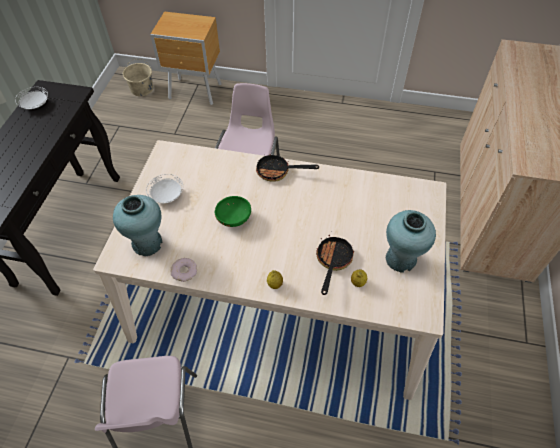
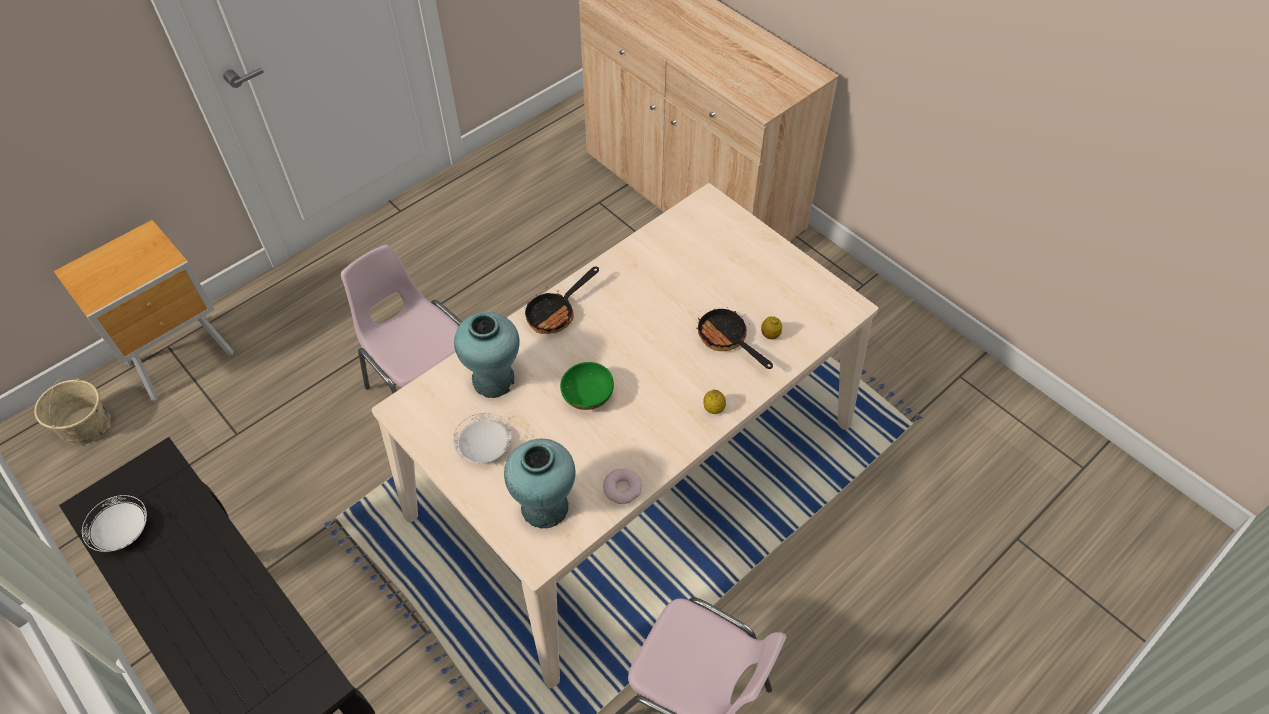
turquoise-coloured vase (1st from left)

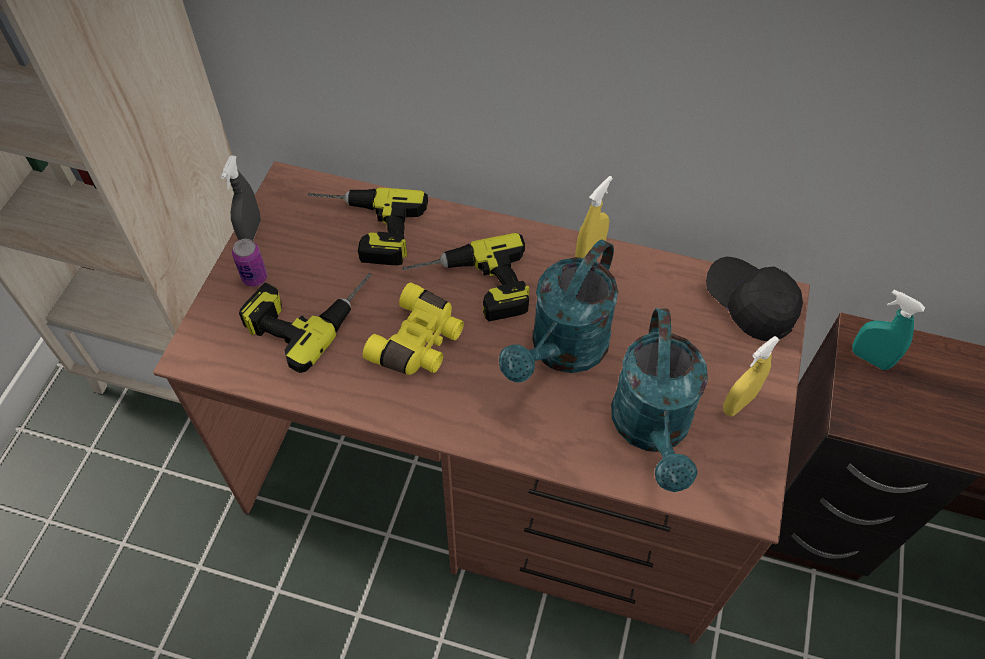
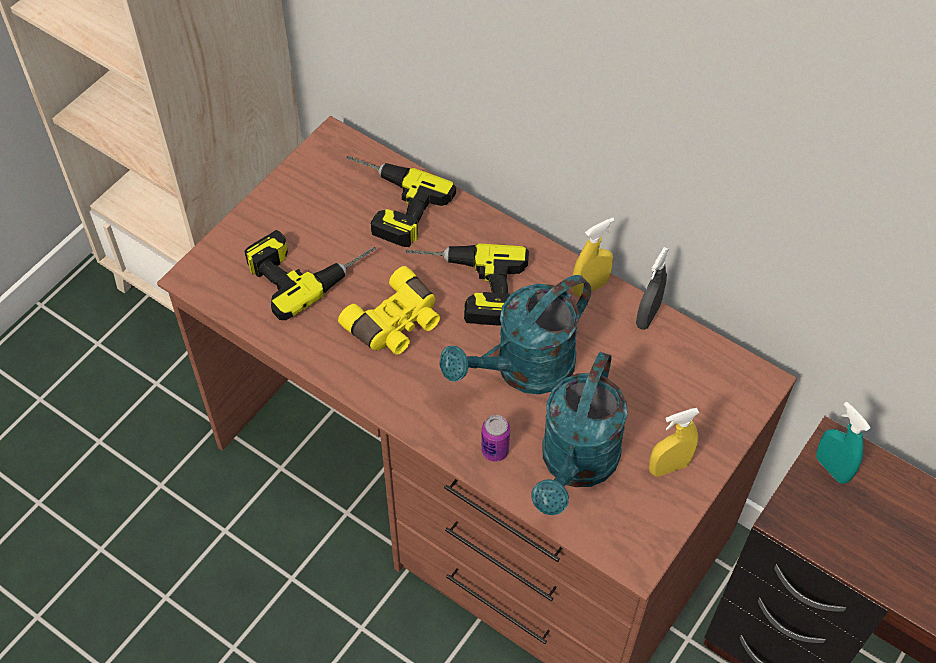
gray sprayer
metal can
blackish peaked cap

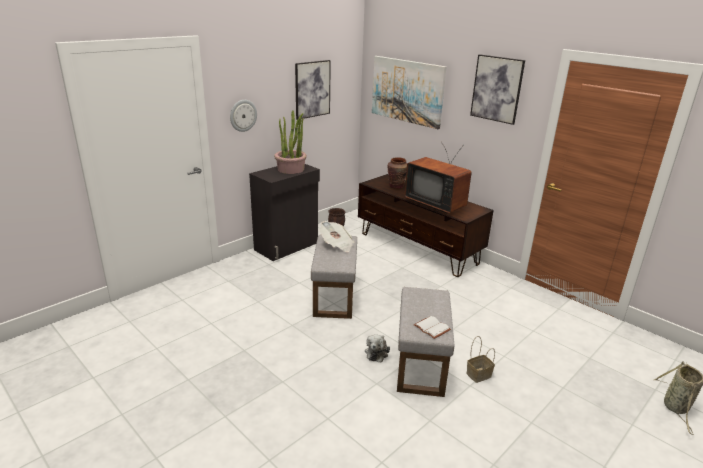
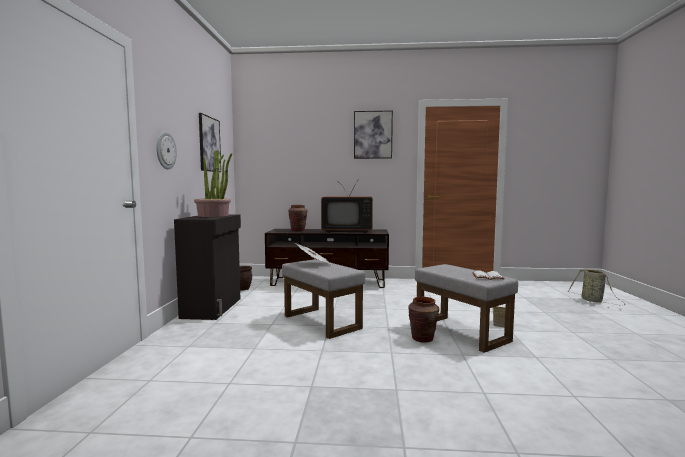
picture (2nd from left in the first image)
brown-coloured vase (2nd from left)

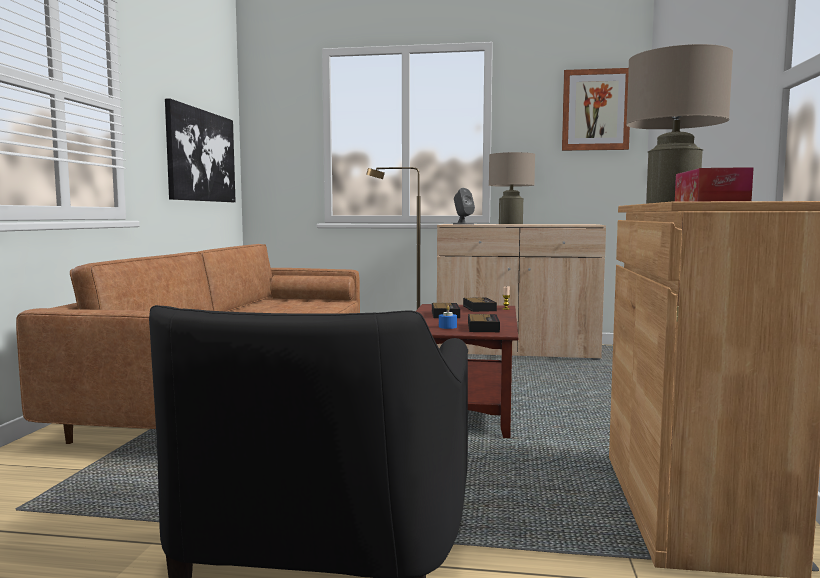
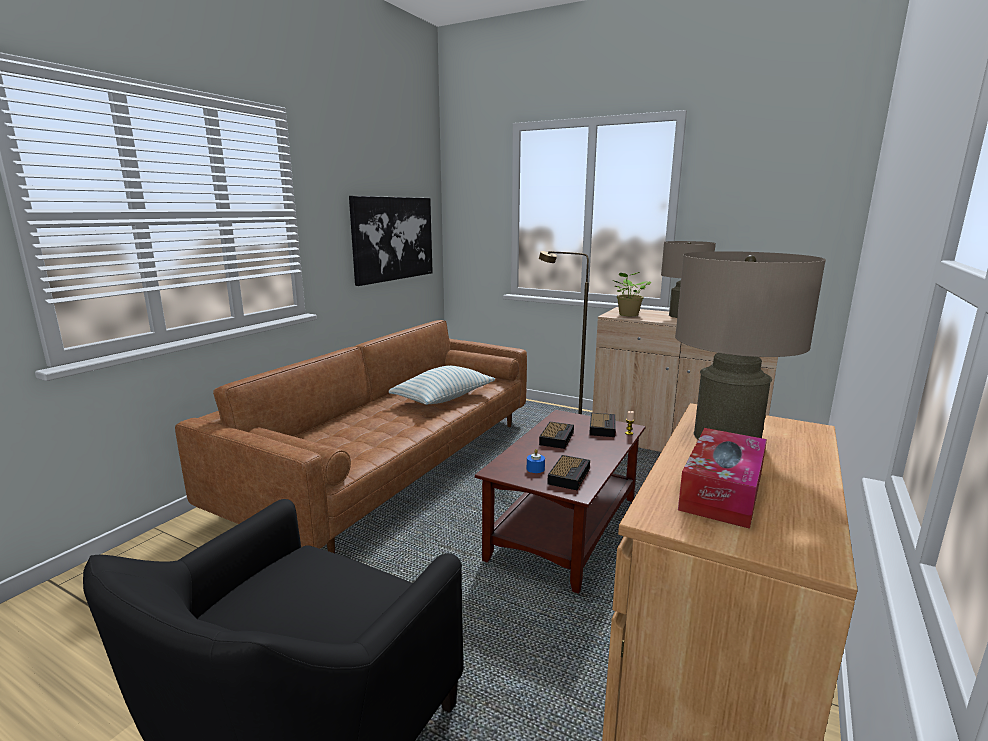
picture (2nd from left in the first image)
houseplant
pillow

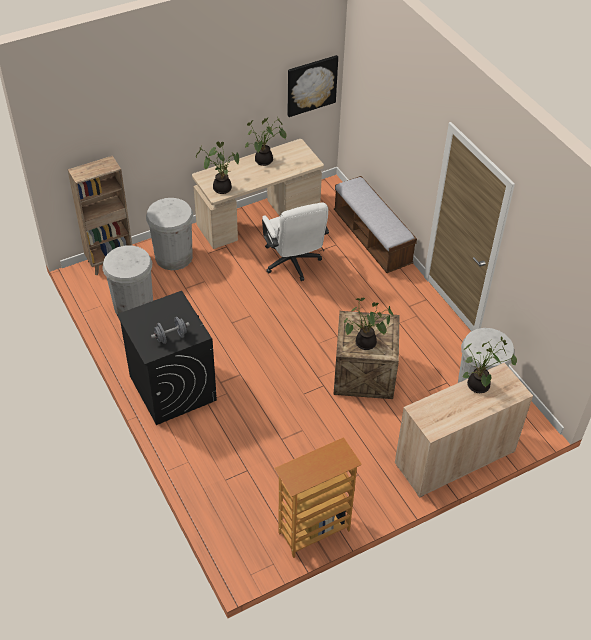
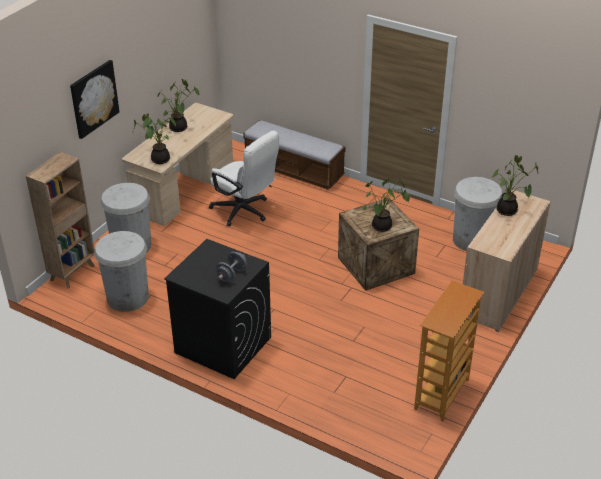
picture

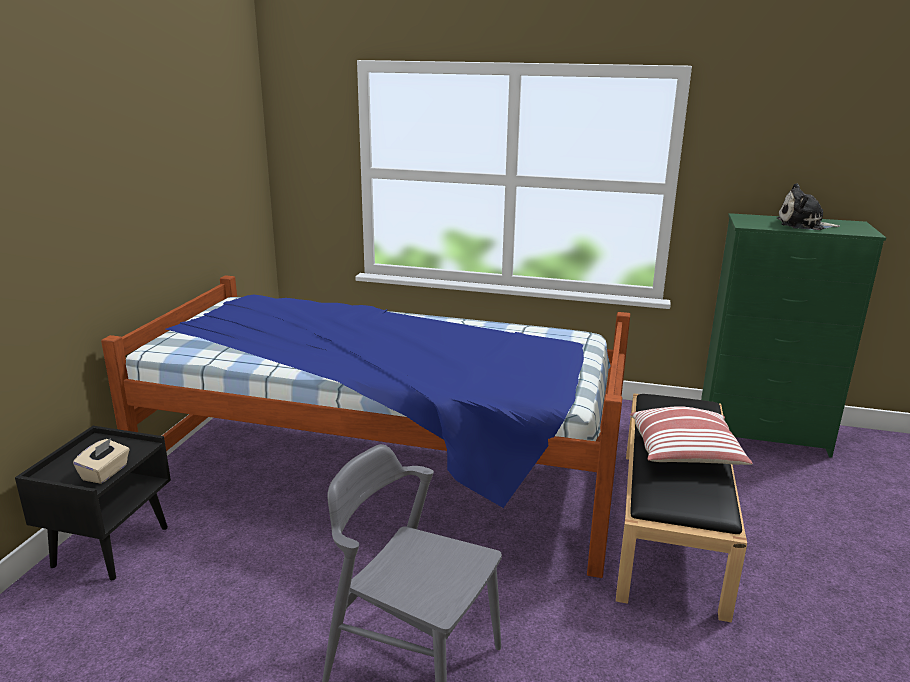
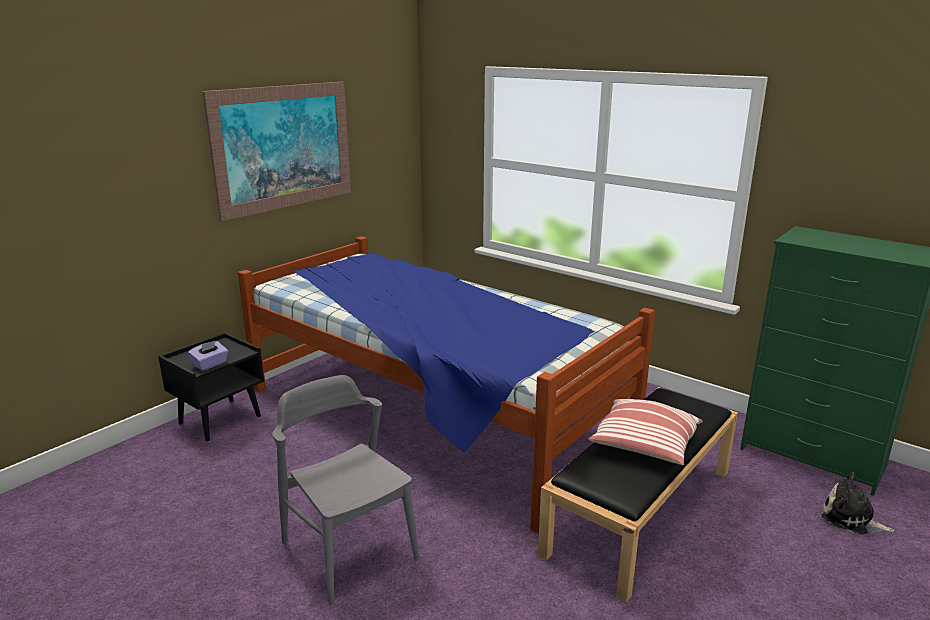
plush toy
purplish tissue holder
picture

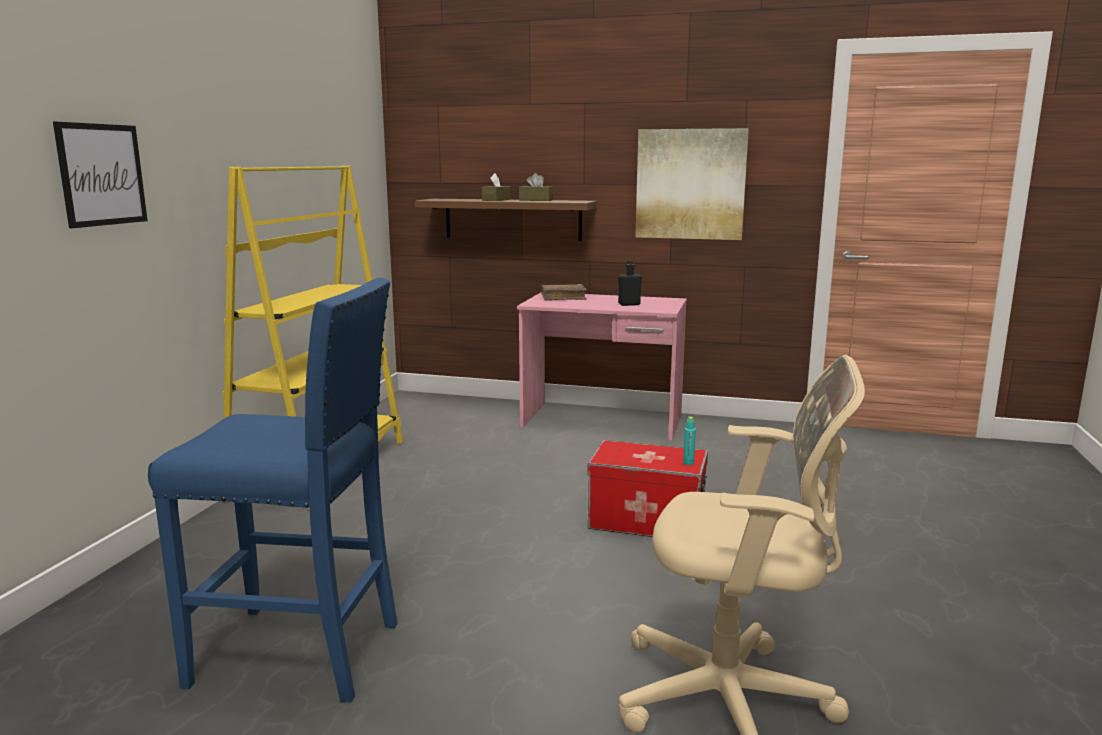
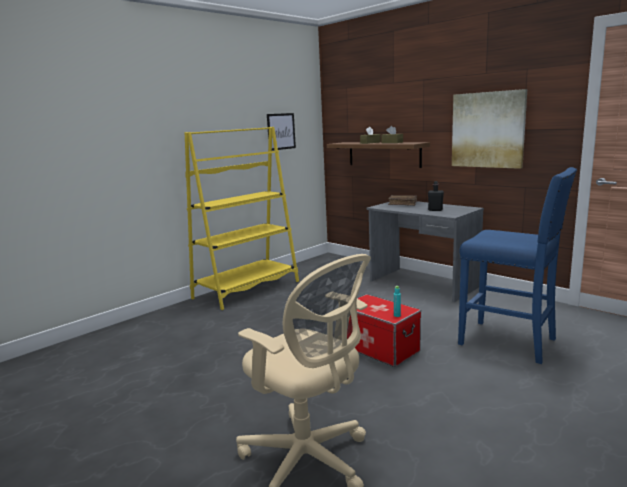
picture (1st from left)
blue-coloured sitting stool
gray desk unit

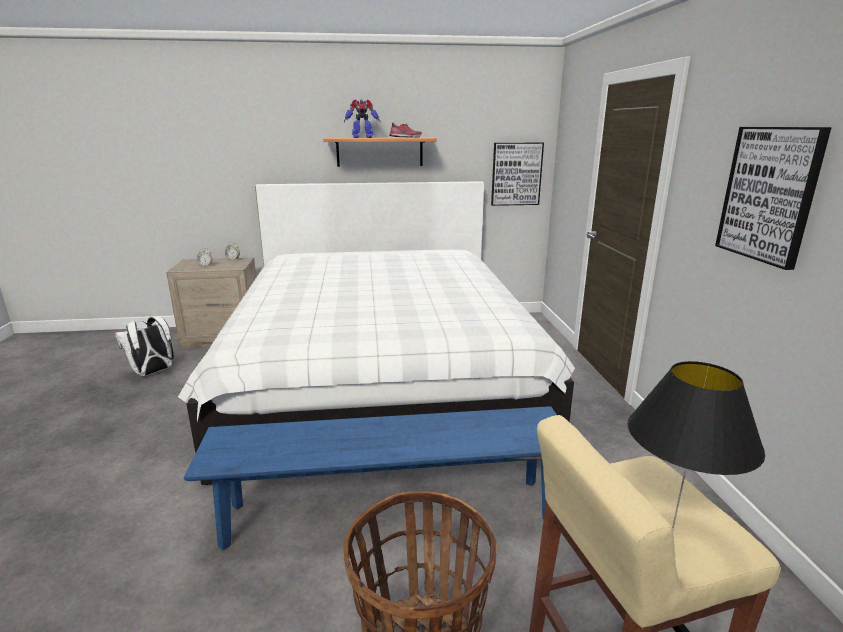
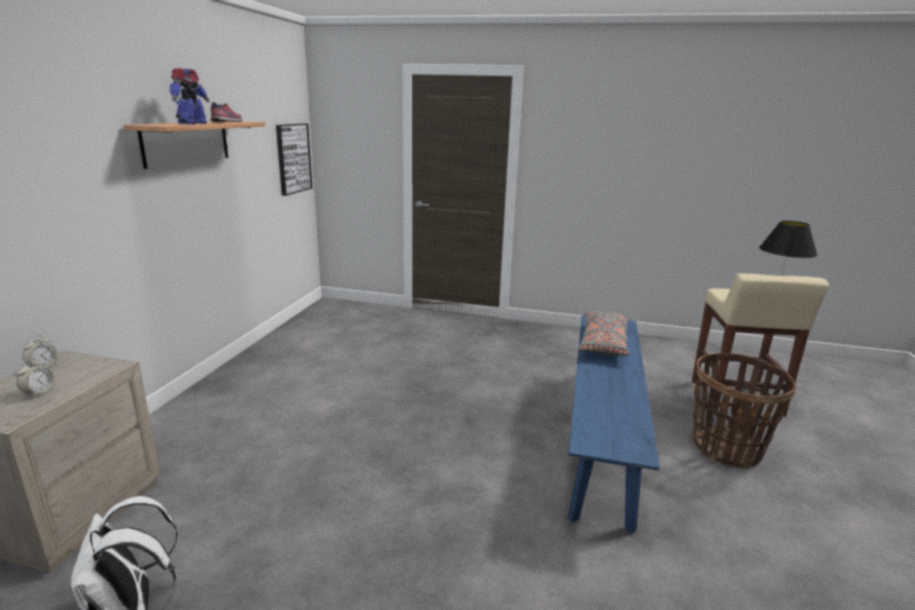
picture (2nd from left in the first image)
whitish bedroom bed
gray pillow

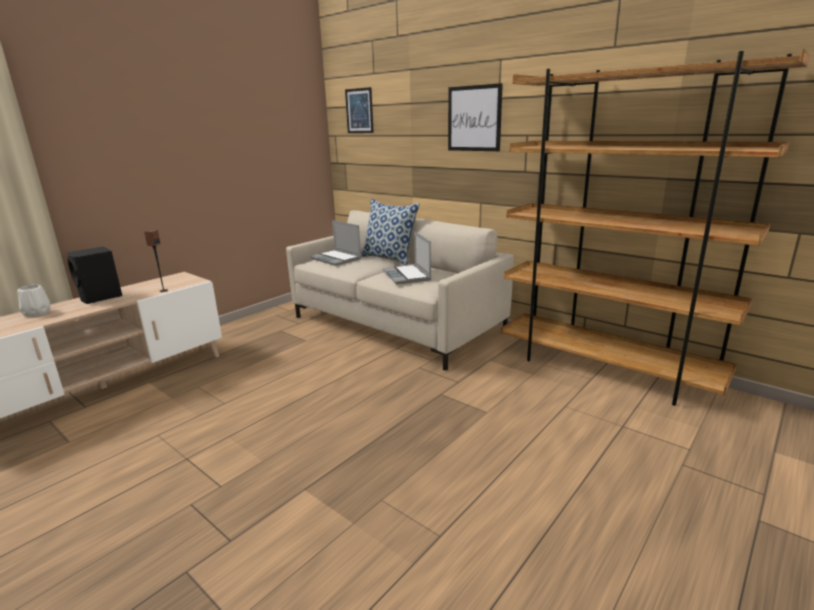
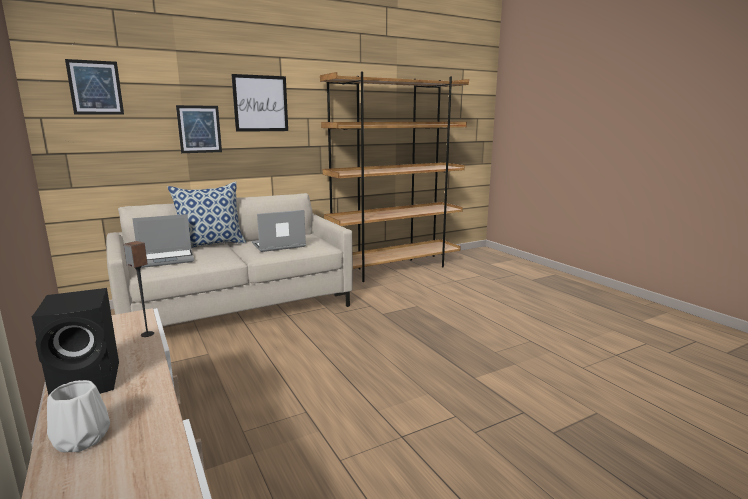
notebook computer (2nd from left)
picture (2nd from left)

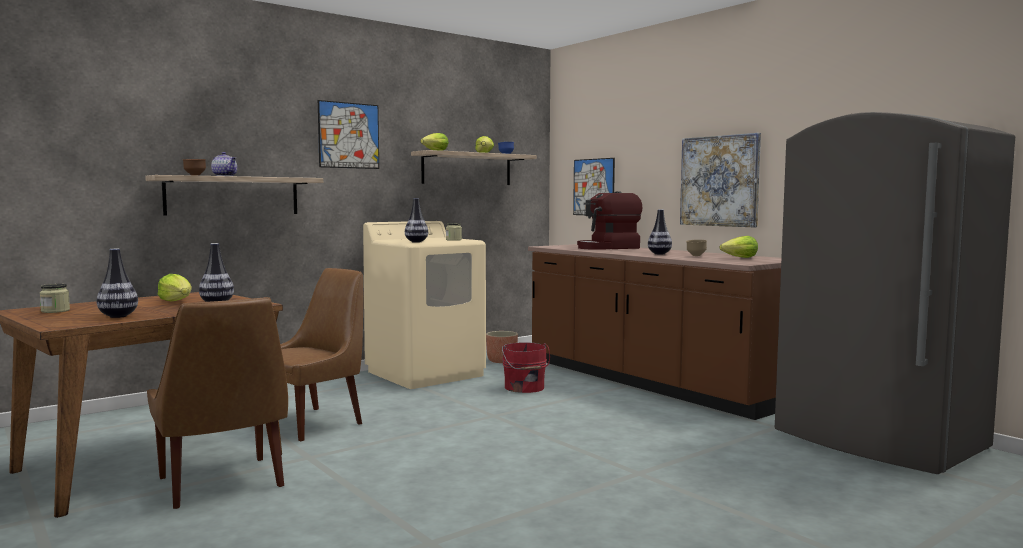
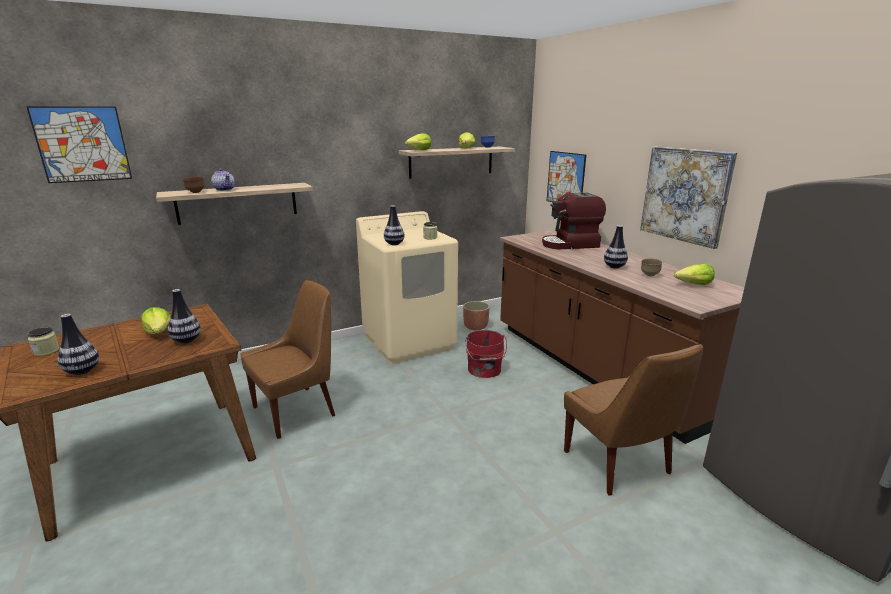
picture (1st from left)
brown-coloured upright chair (2nd from left)

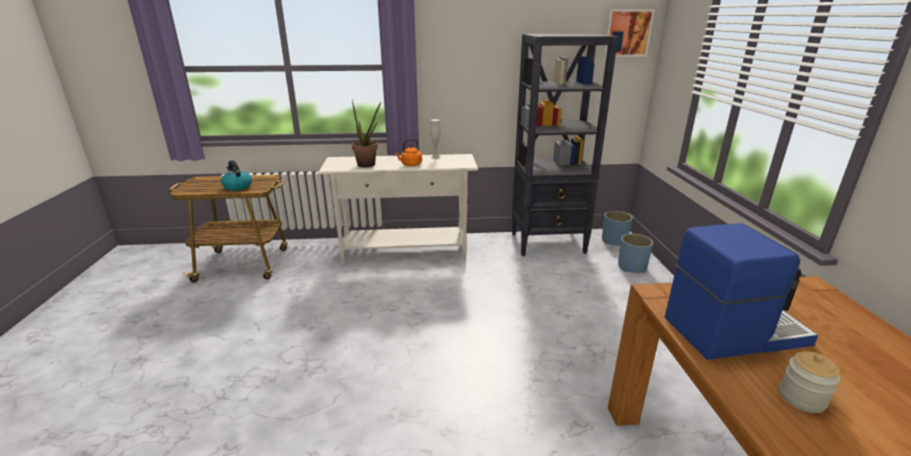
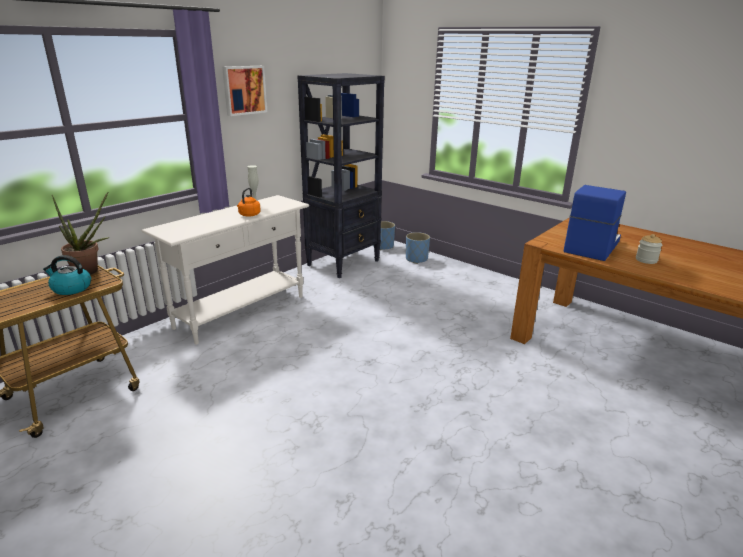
picture
houseplant

